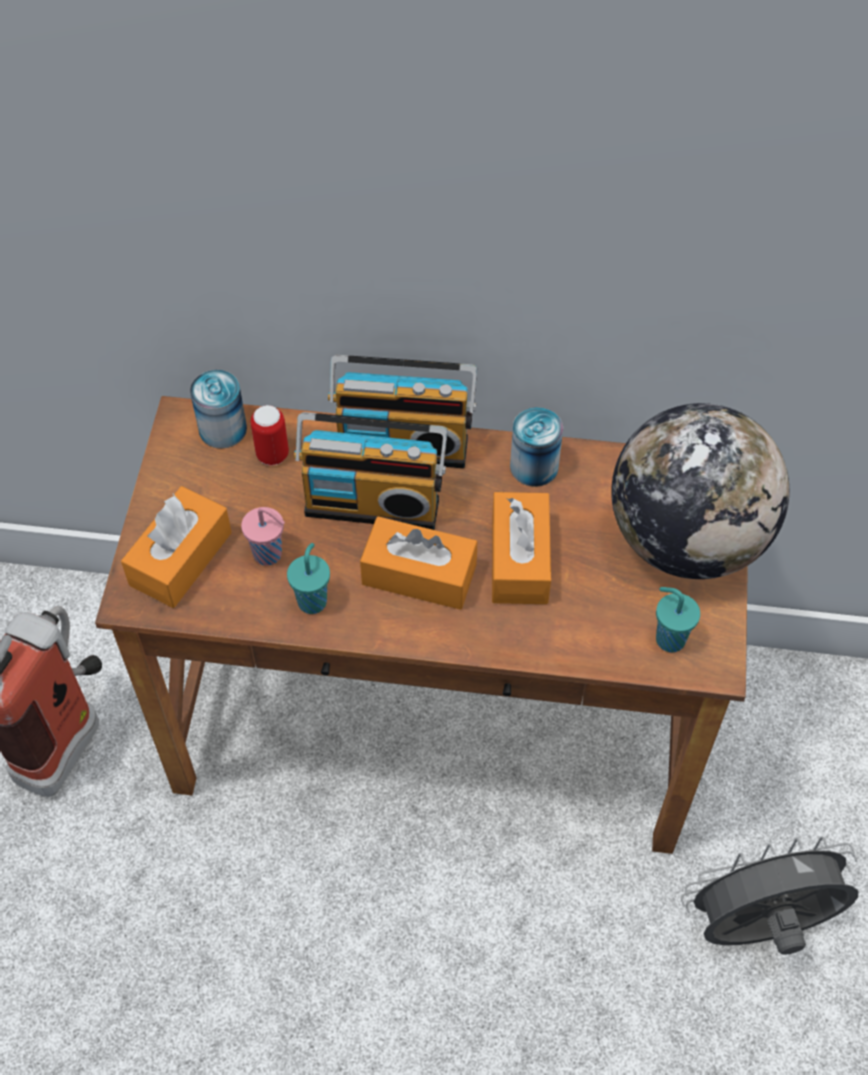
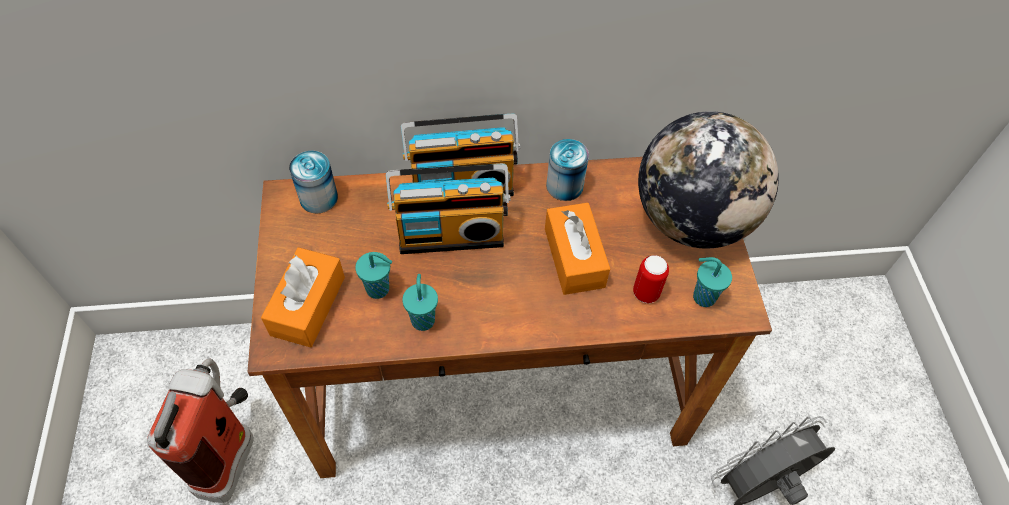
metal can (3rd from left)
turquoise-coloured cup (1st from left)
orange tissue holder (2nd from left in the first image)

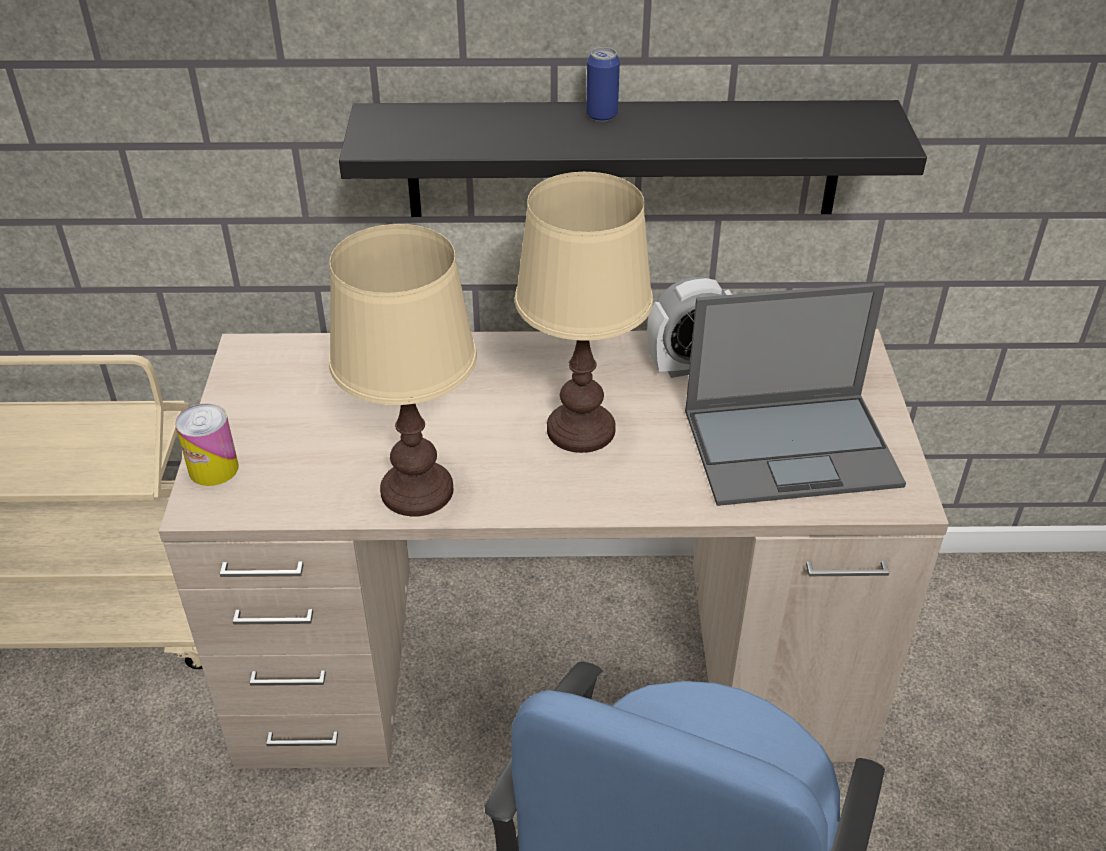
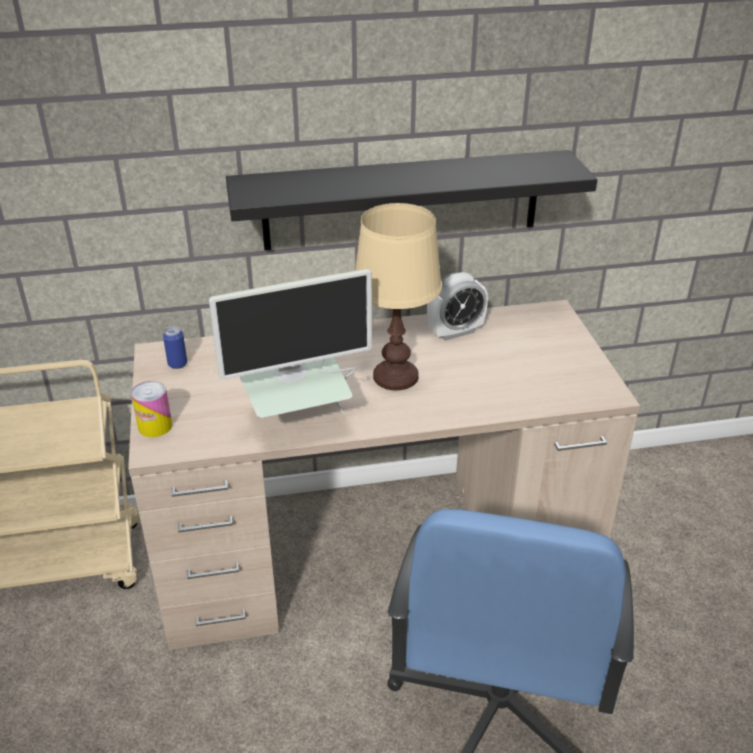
metal can (2nd from left)
monitor
notebook computer

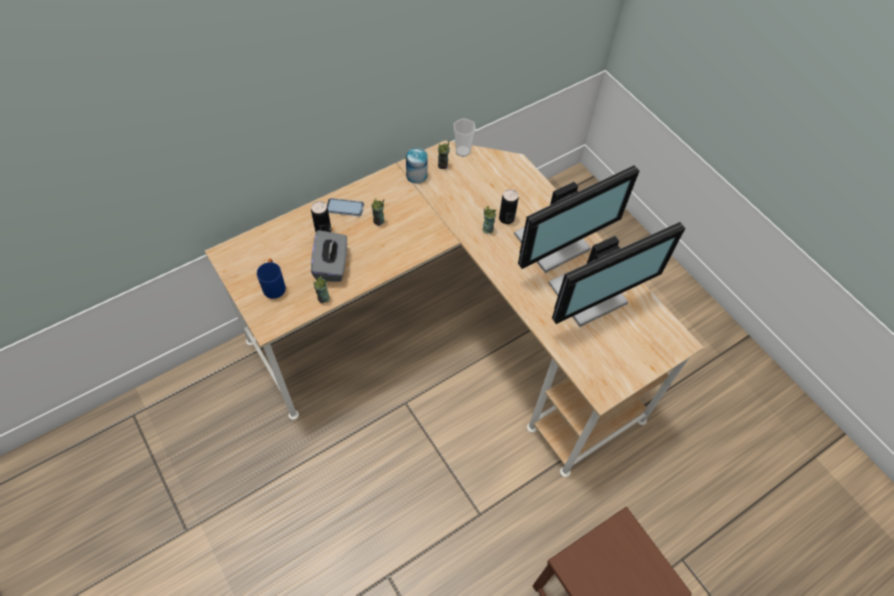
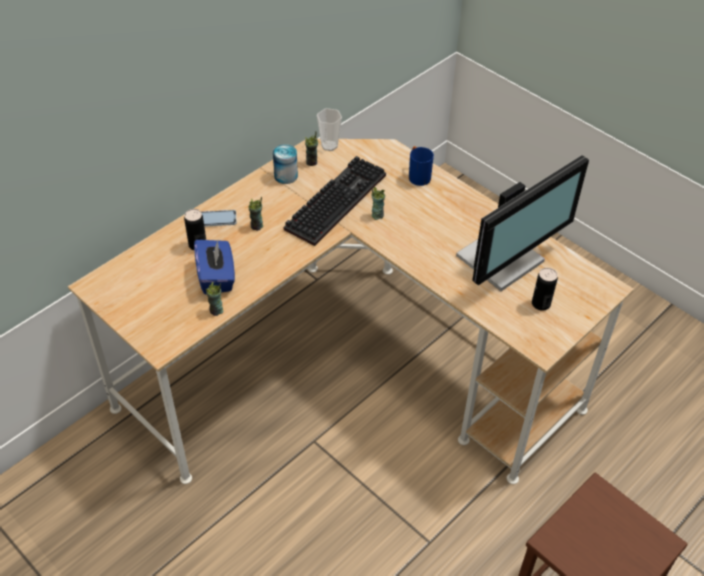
monitor (1st from left in the first image)
metal can (3rd from left)
blue-coloured tissue holder
blue-coloured coffee mug
keyboard

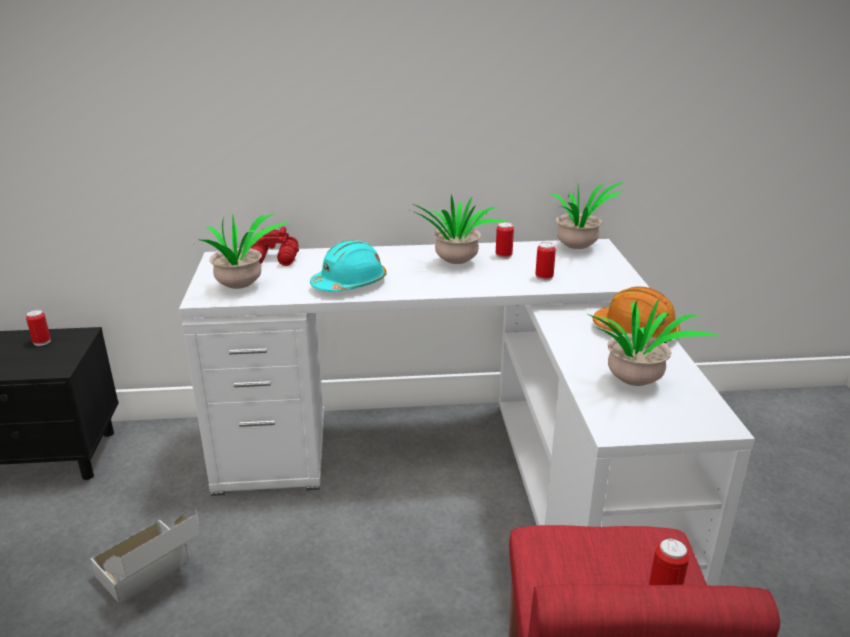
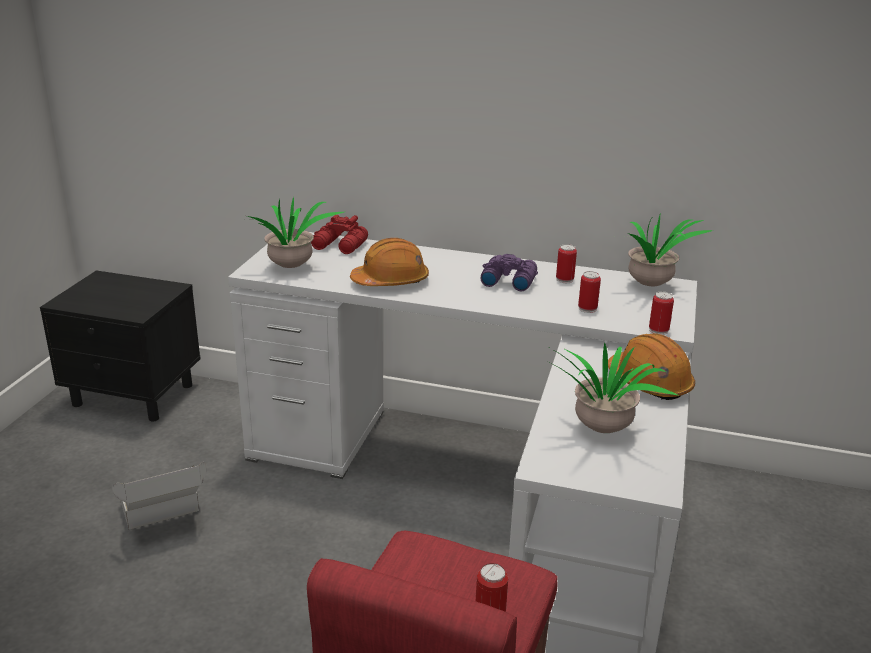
purplish binoculars
orange safety helmet (1st from left)
metal can (4th from left)

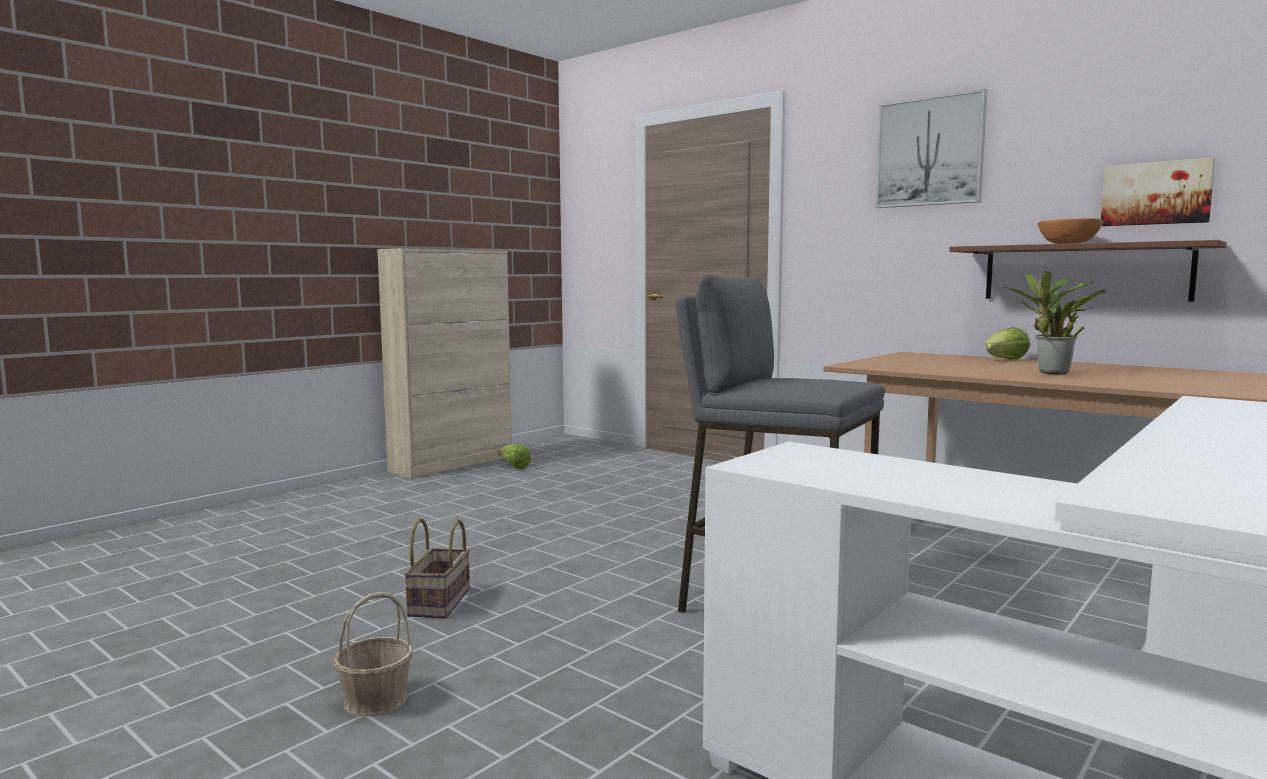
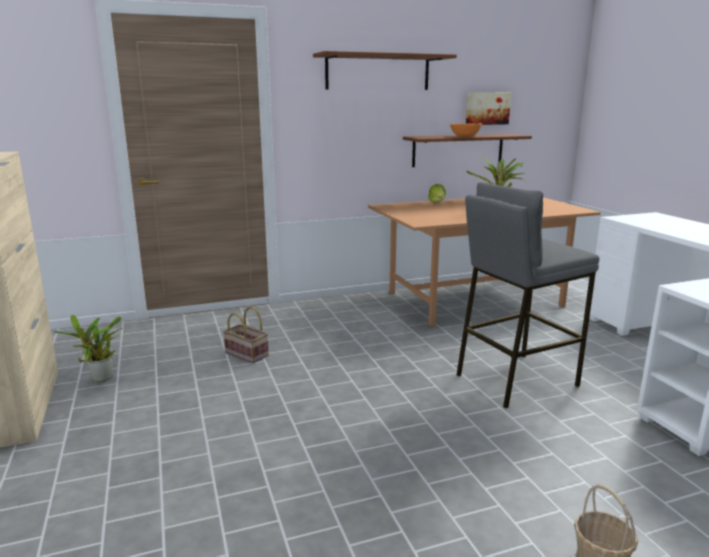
brown-coloured bracket shelf (1st from left)
houseplant (1st from left)
basket (1st from left)

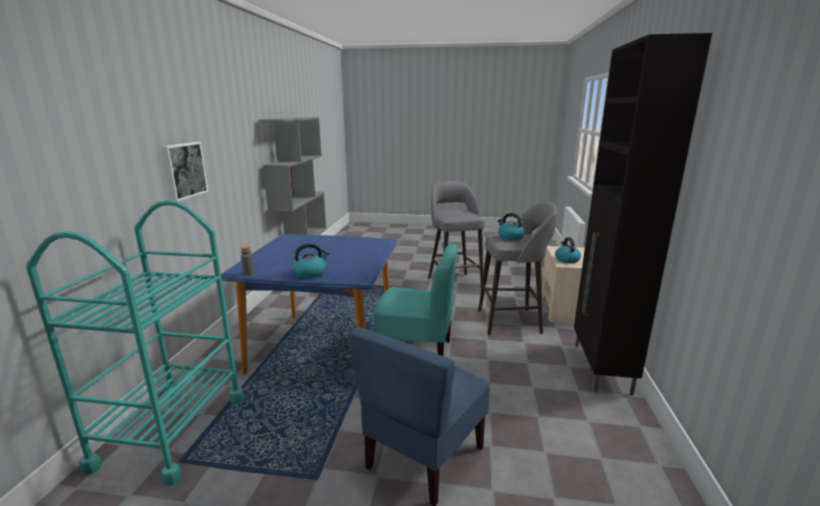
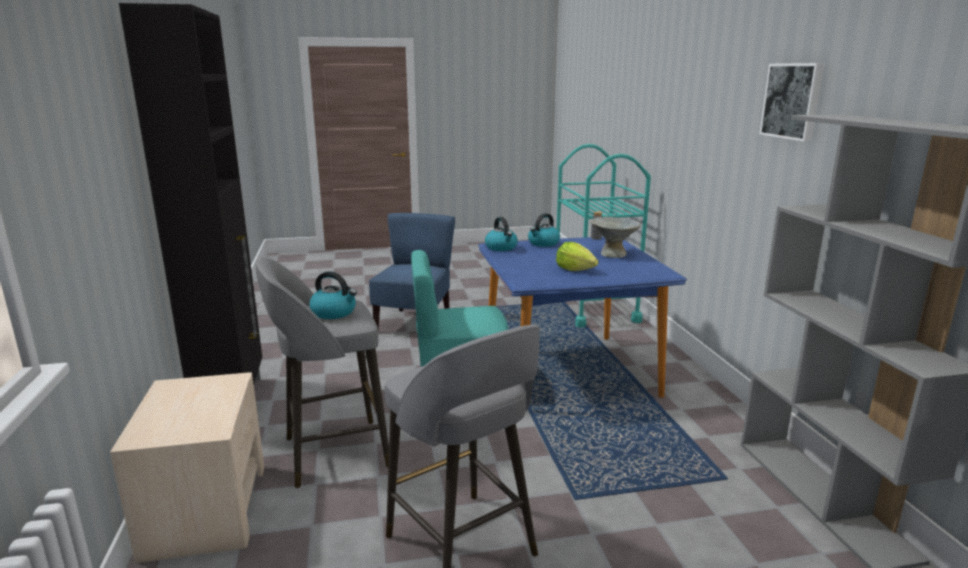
picture
water kettle (2nd from left)
gray bowl
lettuce

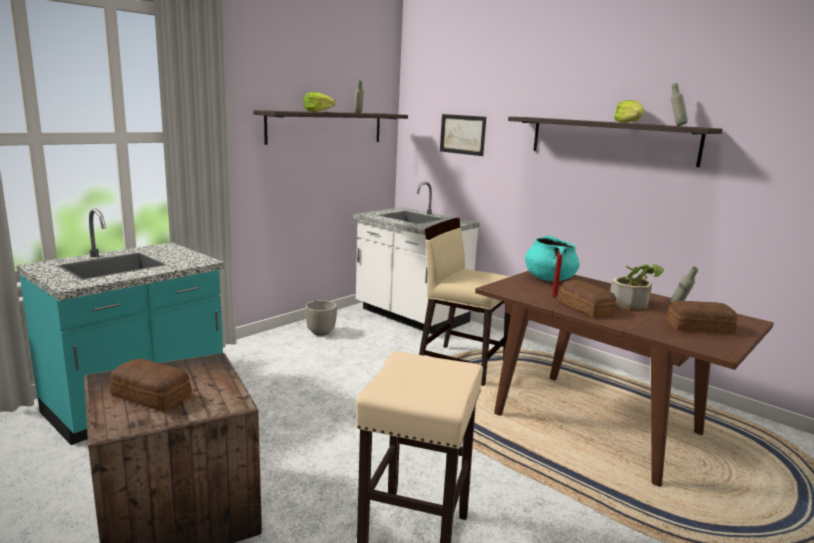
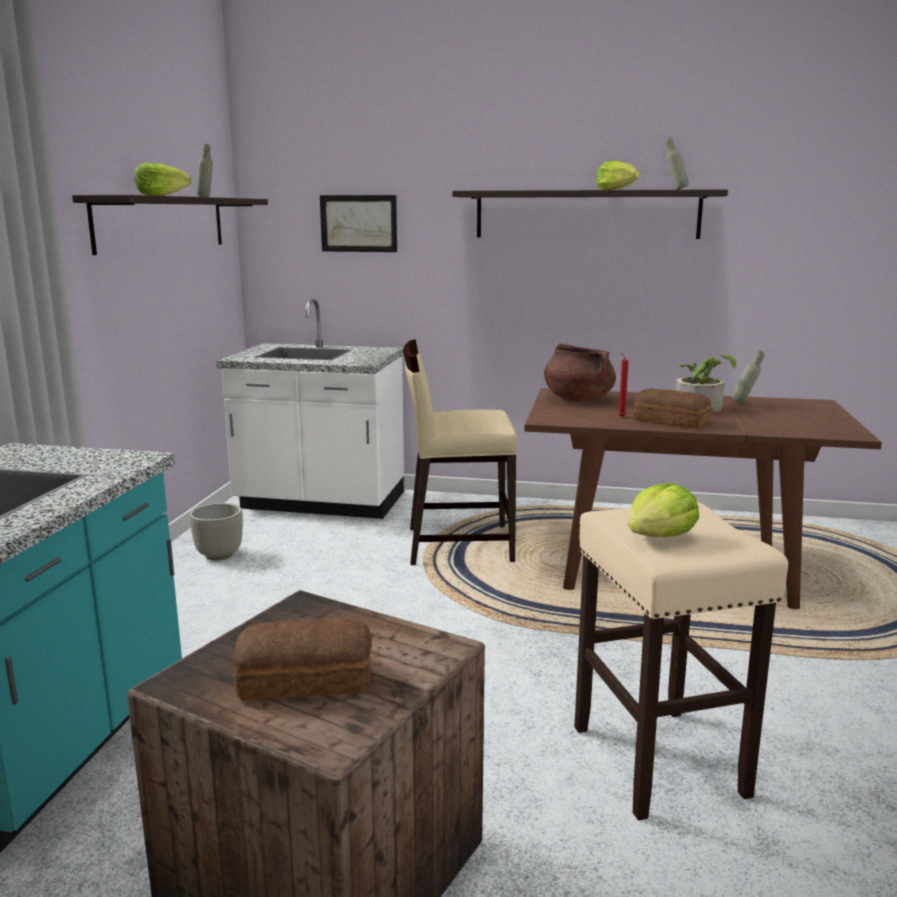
brown-coloured cooking pot
baked bread (3rd from left in the first image)
lettuce (3rd from left)

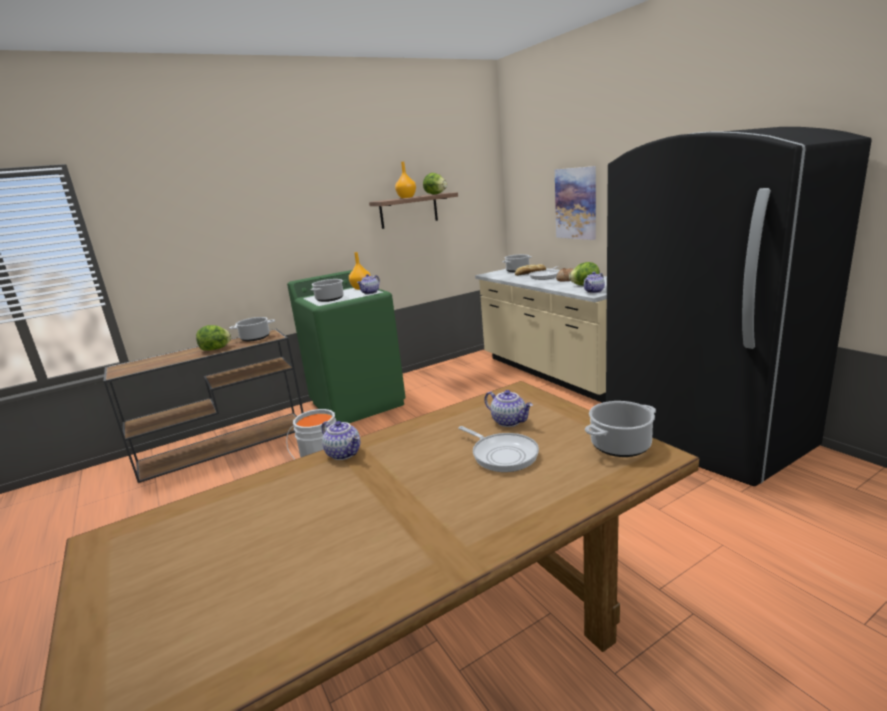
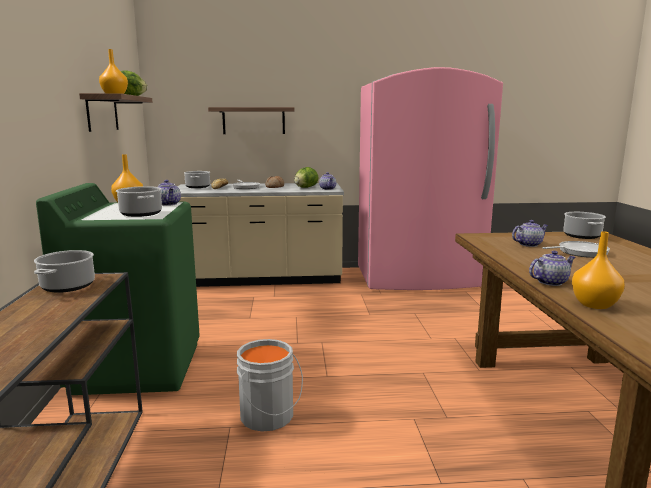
pink kitchen fridge
bracket shelf (2nd from left)
lettuce (1st from left in the first image)
orange vase (3rd from left)

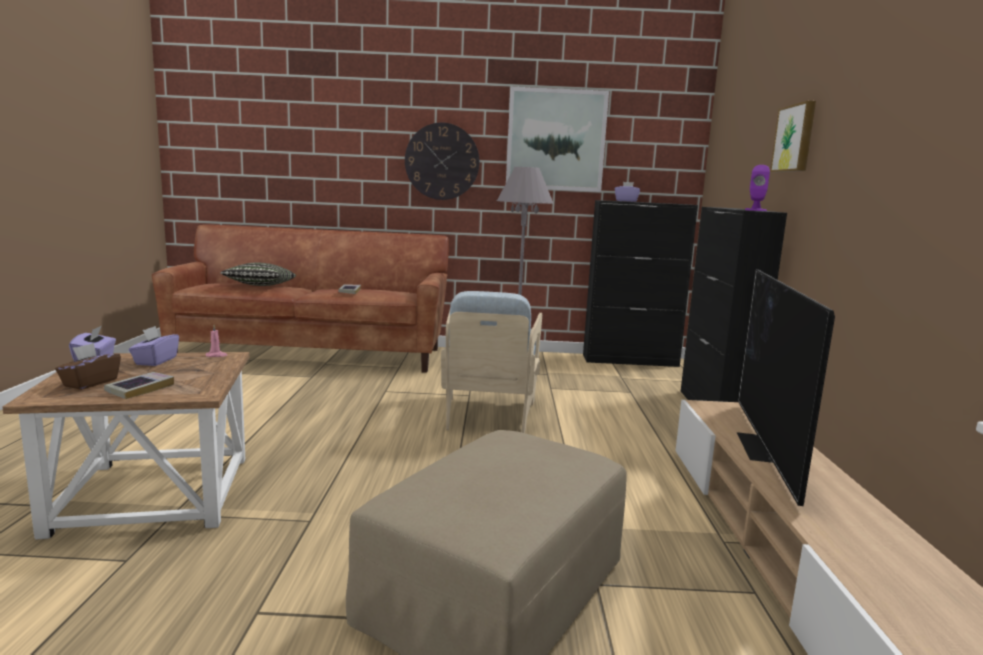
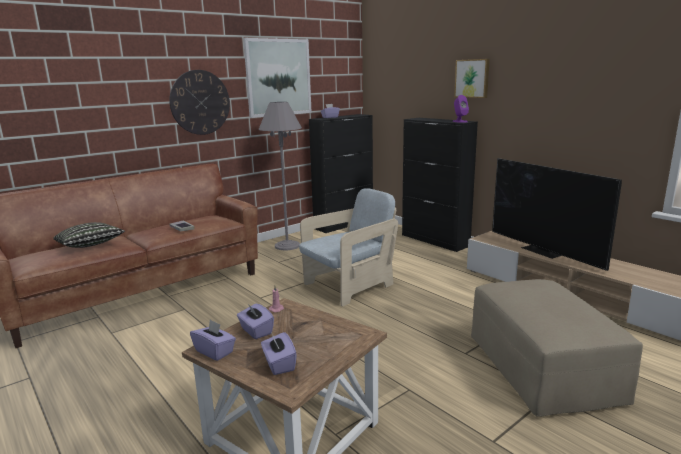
beige-coloured armchair
purplish tissue holder (3rd from left)
volume (1st from left in the first image)

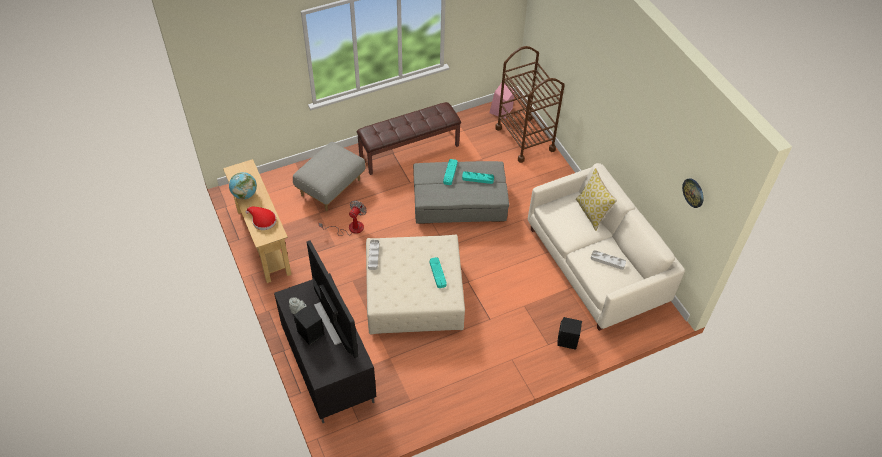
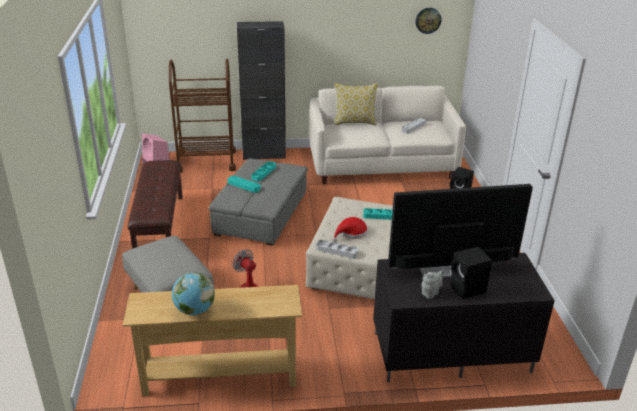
reddish wearable hat
blackish cupboard

